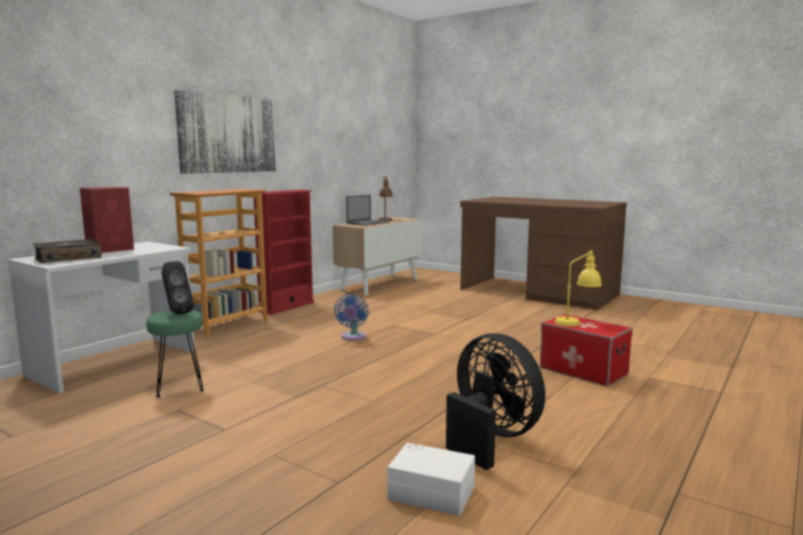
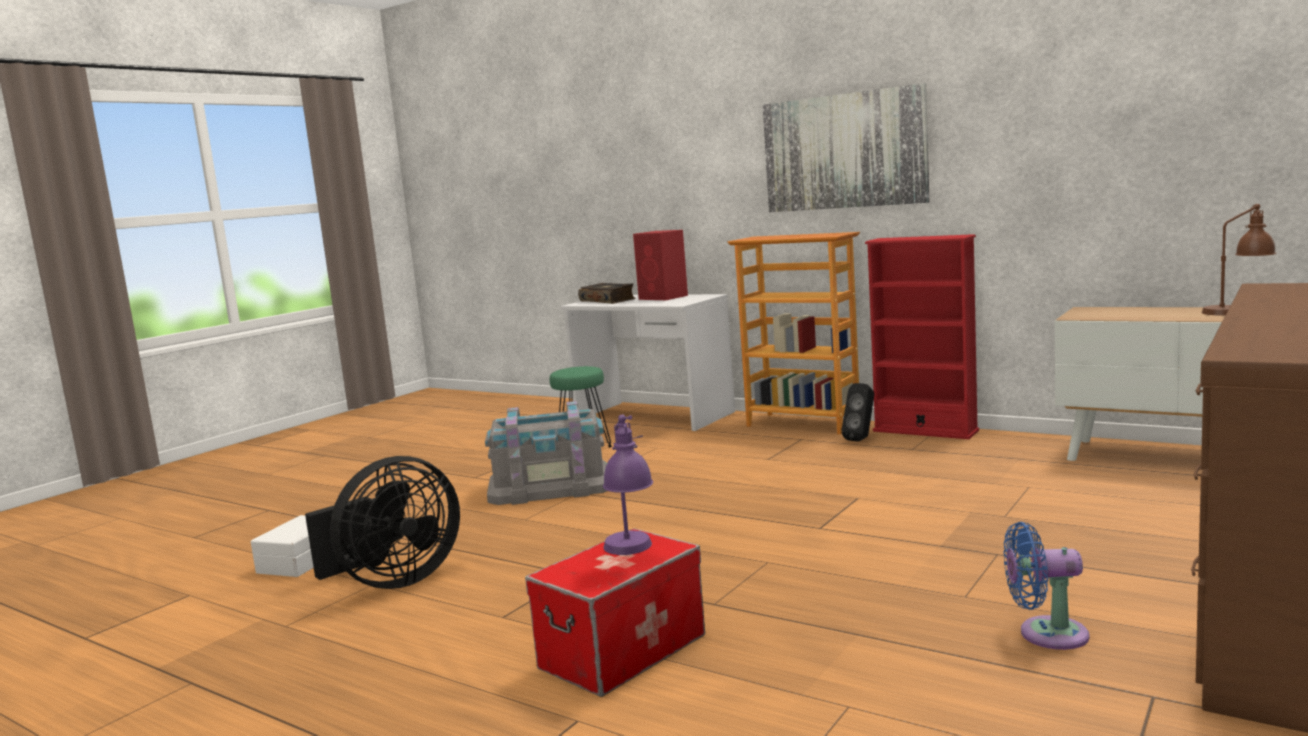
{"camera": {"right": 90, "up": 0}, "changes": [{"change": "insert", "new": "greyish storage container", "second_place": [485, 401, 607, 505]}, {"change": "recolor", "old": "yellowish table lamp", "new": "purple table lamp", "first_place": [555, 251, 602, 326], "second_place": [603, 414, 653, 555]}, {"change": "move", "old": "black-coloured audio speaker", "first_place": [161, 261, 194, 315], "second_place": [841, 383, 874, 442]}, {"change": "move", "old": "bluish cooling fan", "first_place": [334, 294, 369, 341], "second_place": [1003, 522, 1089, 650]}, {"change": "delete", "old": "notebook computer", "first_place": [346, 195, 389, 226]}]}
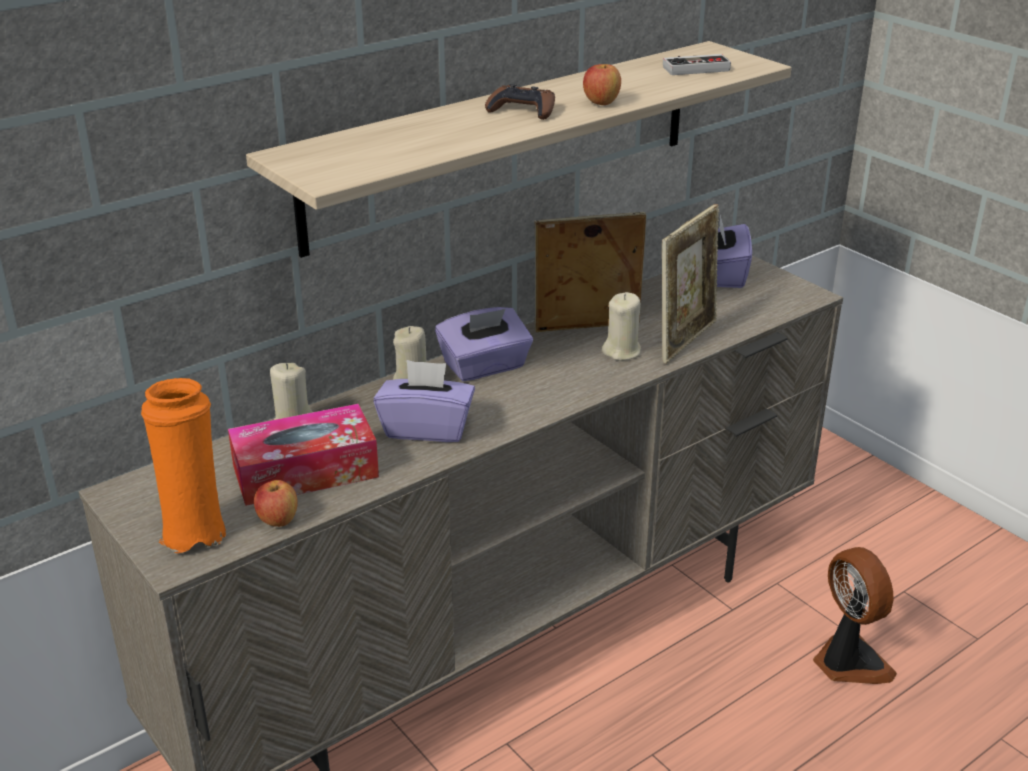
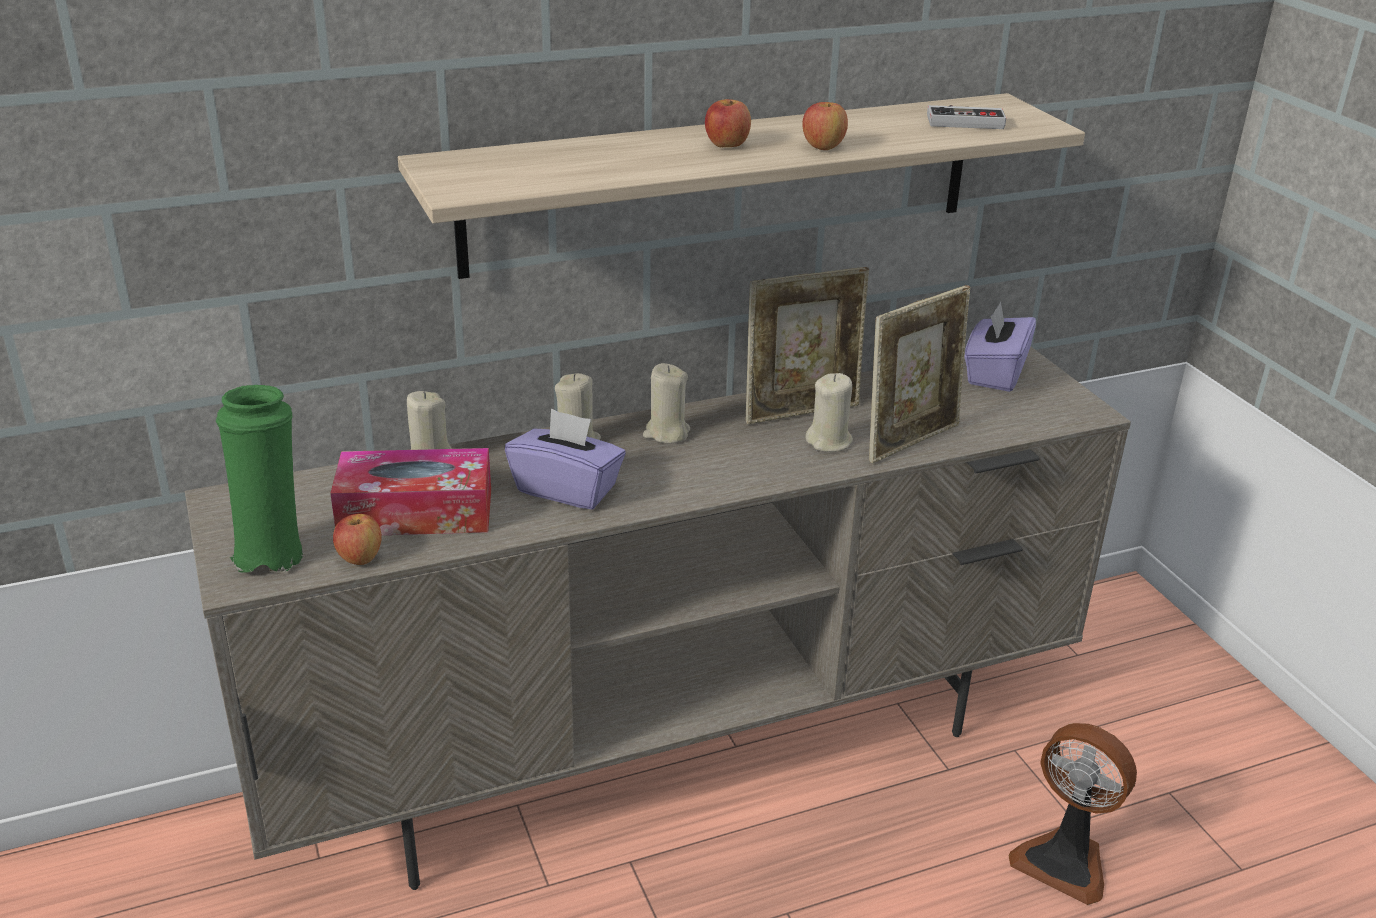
{"camera": {"right": 15, "up": 0}, "changes": [{"change": "recolor", "old": "orangey decorative vase", "new": "green decorative vase", "first_place": [141, 378, 226, 553], "second_place": [216, 385, 303, 573]}, {"change": "replace", "old": "purple tissue holder", "new": "beige wax candle", "first_place": [435, 307, 533, 382], "second_place": [643, 363, 690, 443]}, {"change": "replace", "old": "brown-coloured gamepad", "new": "apple fruit", "first_place": [485, 84, 555, 120], "second_place": [705, 99, 751, 147]}, {"change": "rotate", "old": "photo frame", "first_place": [535, 212, 646, 332], "second_place": [746, 267, 869, 424], "degrees": 150}, {"change": "rotate", "old": "cooling fan", "first_place": [813, 547, 897, 684], "second_place": [1009, 723, 1137, 905], "degrees": 135}]}
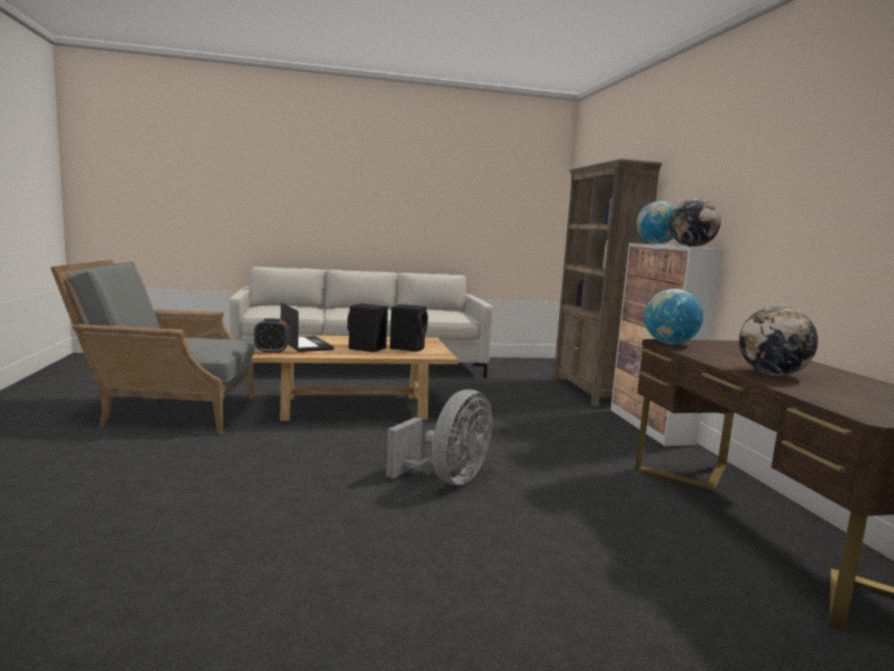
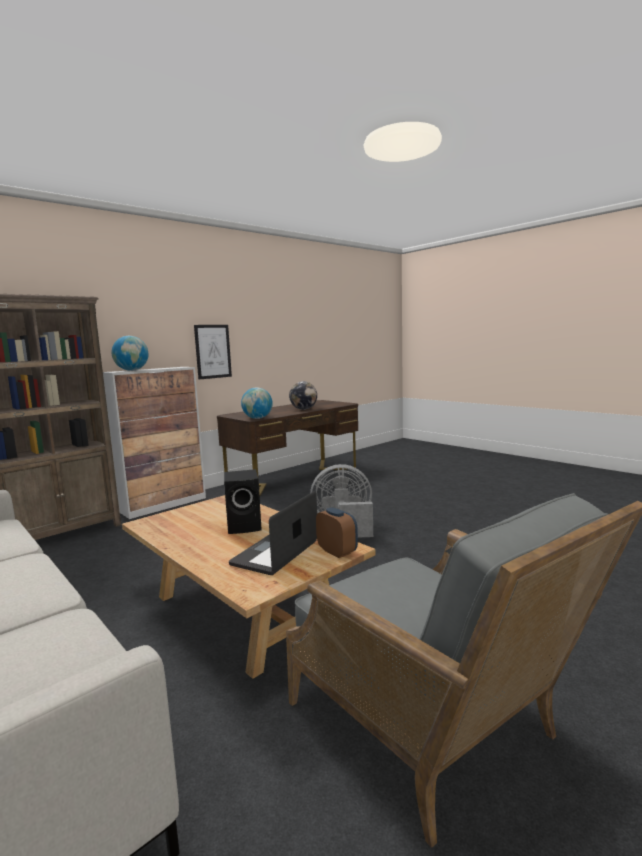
{"camera": {"right": -120, "up": 0}, "changes": [{"change": "insert", "new": "picture", "second_place": [194, 325, 232, 379]}, {"change": "delete", "old": "black-coloured audio speaker", "first_place": [390, 304, 428, 352]}, {"change": "delete", "old": "world globe", "first_place": [669, 199, 721, 247]}]}
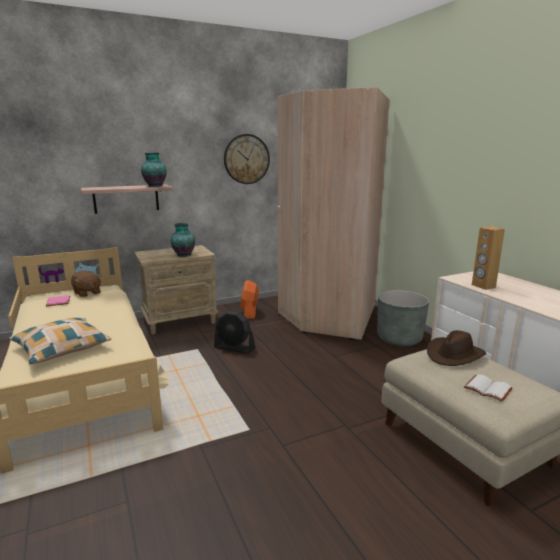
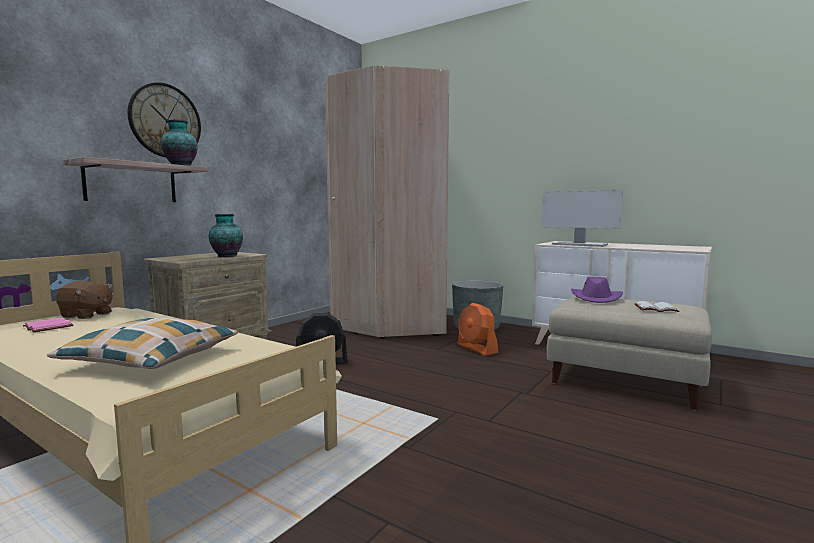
{"camera": {"right": -30, "up": -10}, "changes": [{"change": "move", "old": "clock on the wall", "first_place": [224, 134, 270, 184], "second_place": [128, 82, 201, 157]}, {"change": "move", "old": "orangey cooling fan", "first_place": [240, 280, 259, 319], "second_place": [457, 303, 498, 356]}, {"change": "replace", "old": "brown-coloured audio speaker", "new": "monitor", "first_place": [472, 226, 505, 290], "second_place": [541, 189, 623, 247]}, {"change": "recolor", "old": "brown-coloured clothing hat", "new": "purple clothing hat", "first_place": [427, 330, 486, 366], "second_place": [571, 277, 623, 303]}]}
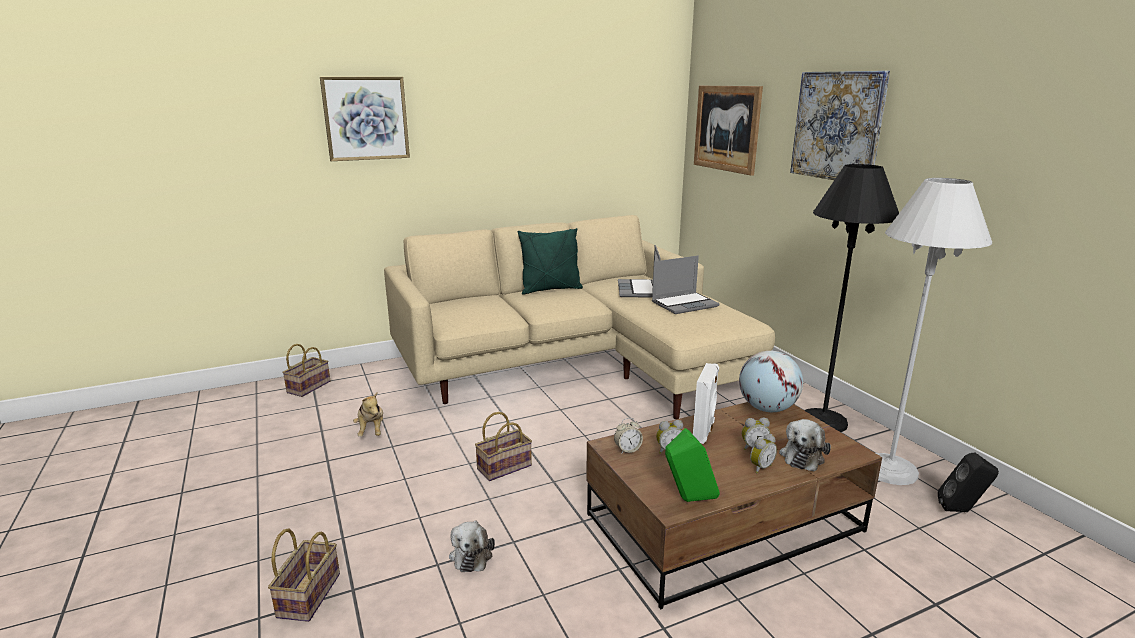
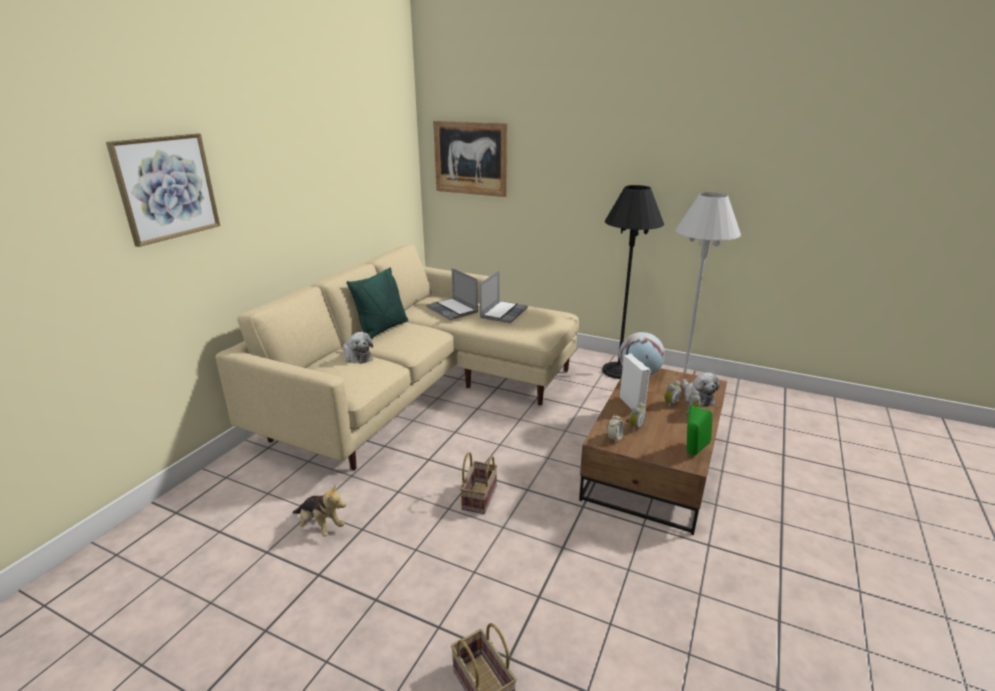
{"camera": {"right": -40, "up": 5}, "changes": [{"change": "move", "old": "cuddly toy", "first_place": [449, 520, 495, 572], "second_place": [343, 332, 373, 364]}, {"change": "delete", "old": "basket", "first_place": [282, 344, 331, 397]}, {"change": "delete", "old": "picture", "first_place": [790, 71, 890, 180]}, {"change": "delete", "old": "black-coloured audio speaker", "first_place": [938, 453, 999, 512]}]}
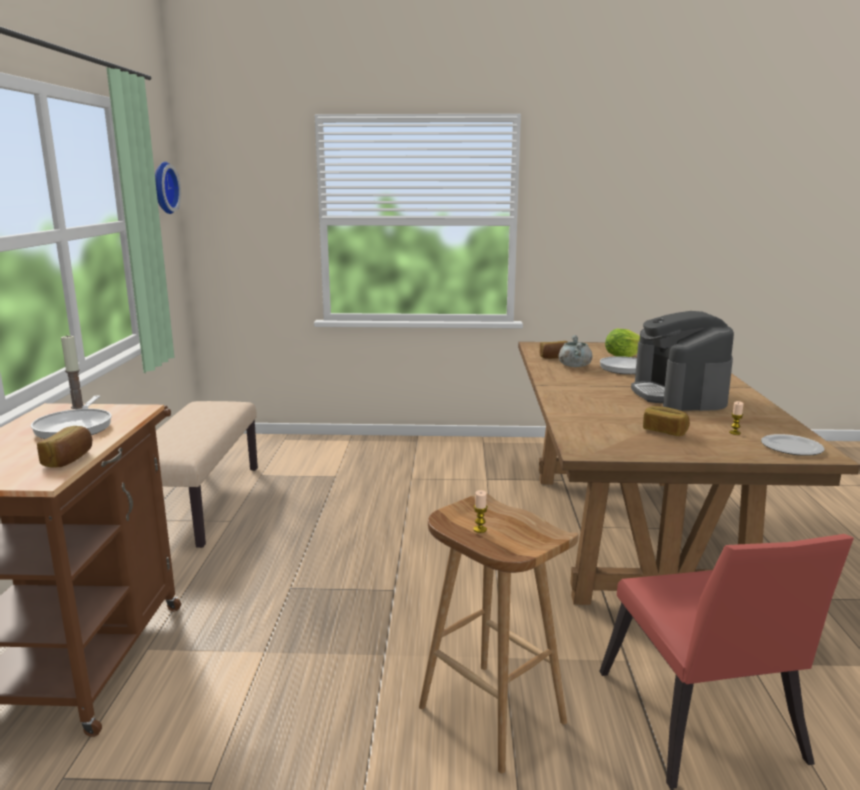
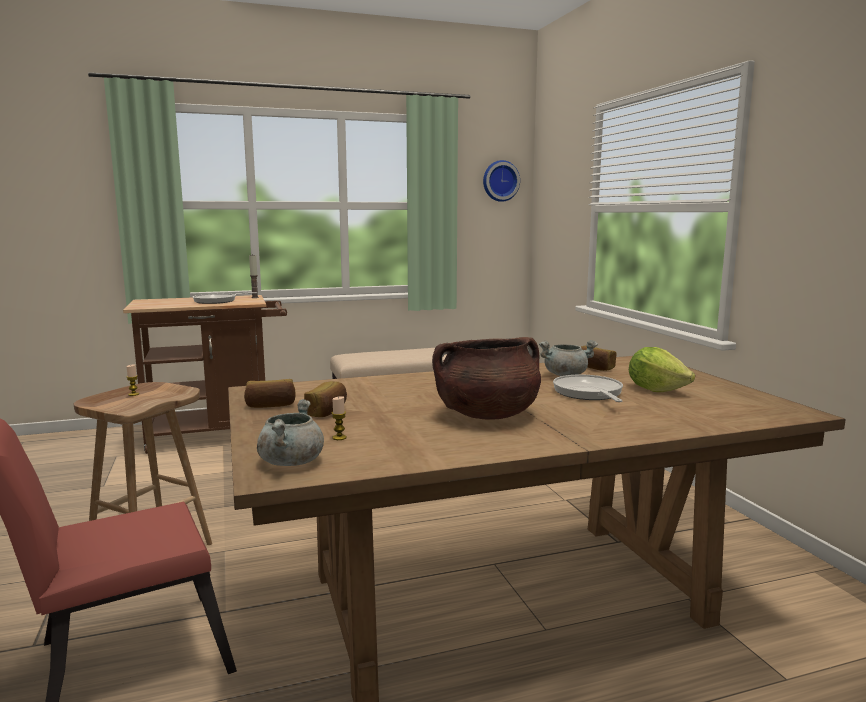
{"camera": {"right": 70, "up": -5}, "changes": [{"change": "move", "old": "bakery bread", "first_place": [37, 426, 92, 468], "second_place": [244, 379, 296, 408]}, {"change": "replace", "old": "plate", "new": "greyish saucepot", "first_place": [761, 434, 825, 456], "second_place": [257, 399, 324, 466]}, {"change": "replace", "old": "coffee maker", "new": "brown-coloured saucepot", "first_place": [631, 311, 734, 411], "second_place": [432, 337, 541, 420]}]}
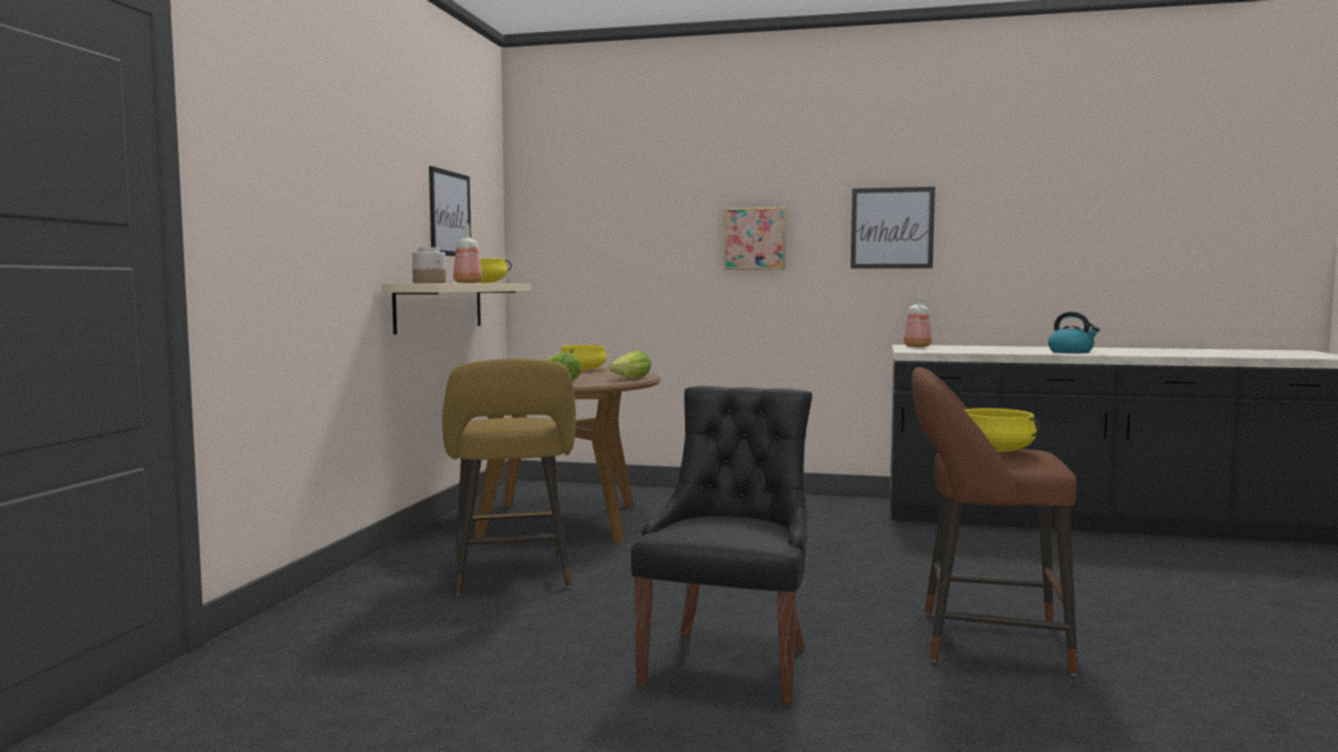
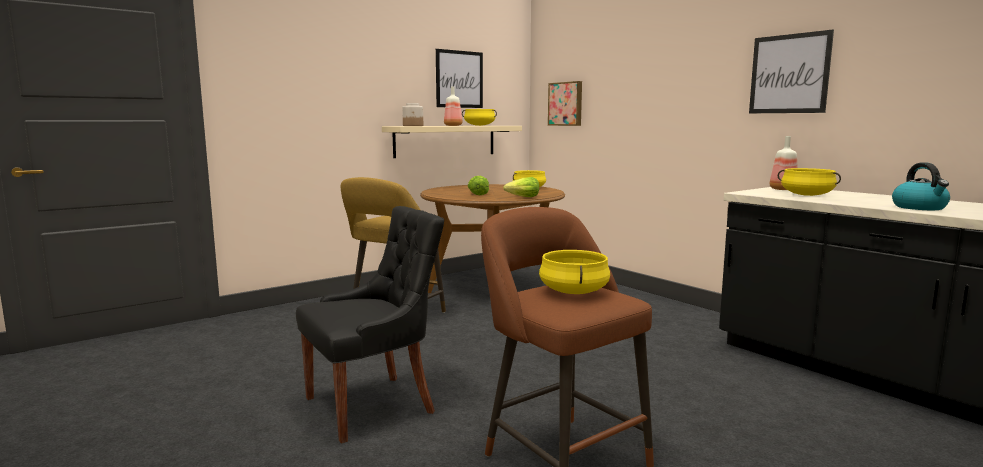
{"camera": {"right": 40, "up": 5}, "changes": [{"change": "move", "old": "picture", "first_place": [724, 207, 786, 270], "second_place": [548, 81, 582, 126]}, {"change": "insert", "new": "yellowish saucepot", "second_place": [778, 168, 841, 196]}]}
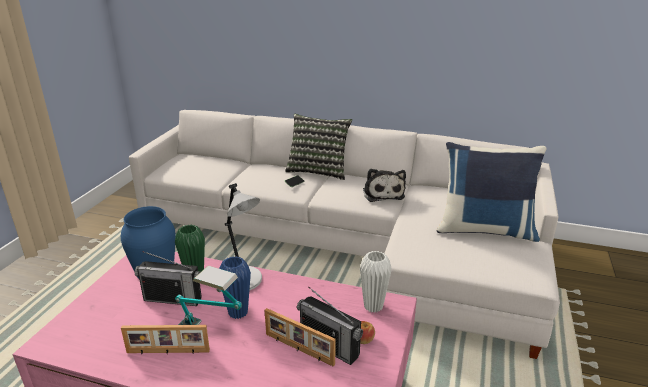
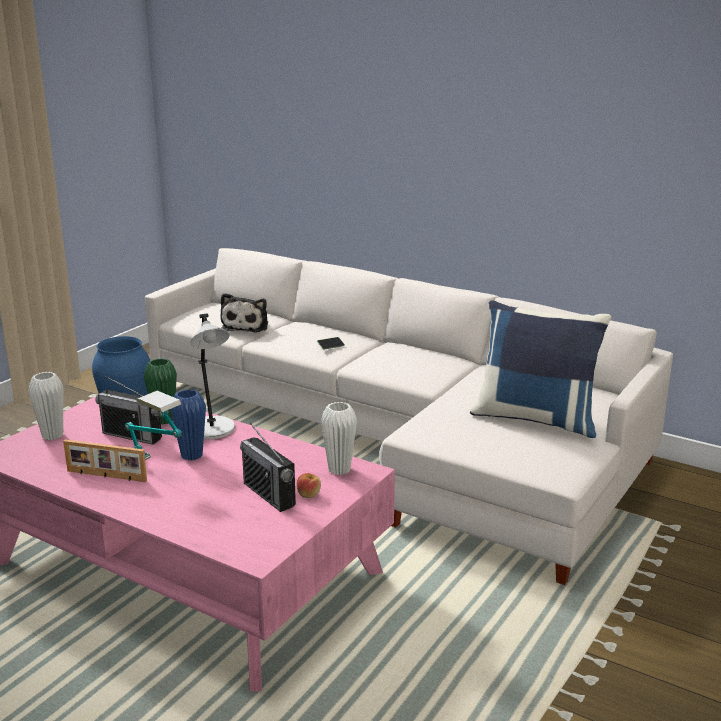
{"camera": {"right": 15, "up": -5}, "changes": [{"change": "insert", "new": "white-coloured decorative vase", "second_place": [29, 372, 64, 440]}, {"change": "move", "old": "cuddly toy", "first_place": [363, 169, 406, 202], "second_place": [221, 293, 268, 333]}, {"change": "delete", "old": "photo frame", "first_place": [265, 308, 336, 367]}, {"change": "delete", "old": "pillow", "first_place": [285, 114, 352, 180]}]}
